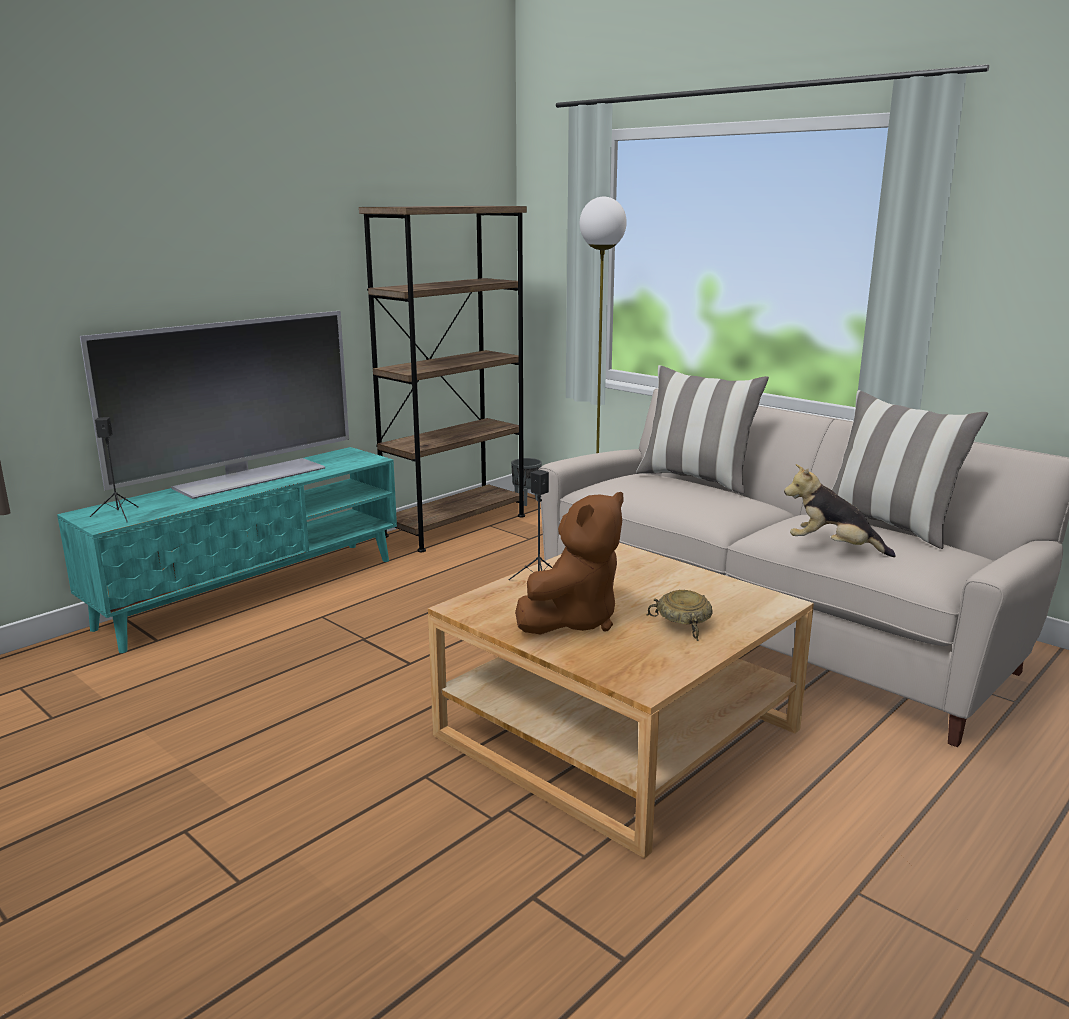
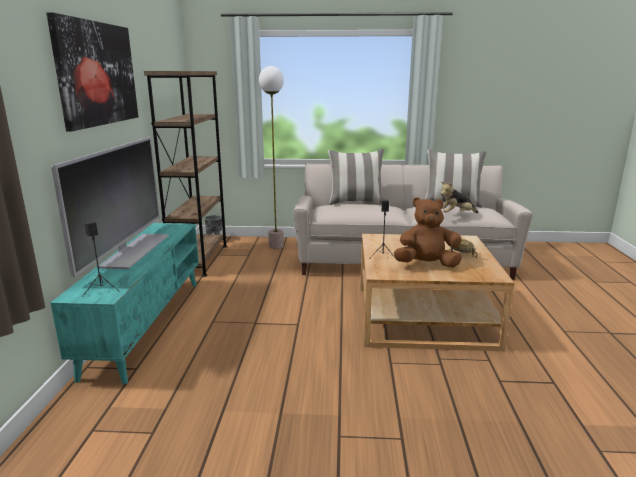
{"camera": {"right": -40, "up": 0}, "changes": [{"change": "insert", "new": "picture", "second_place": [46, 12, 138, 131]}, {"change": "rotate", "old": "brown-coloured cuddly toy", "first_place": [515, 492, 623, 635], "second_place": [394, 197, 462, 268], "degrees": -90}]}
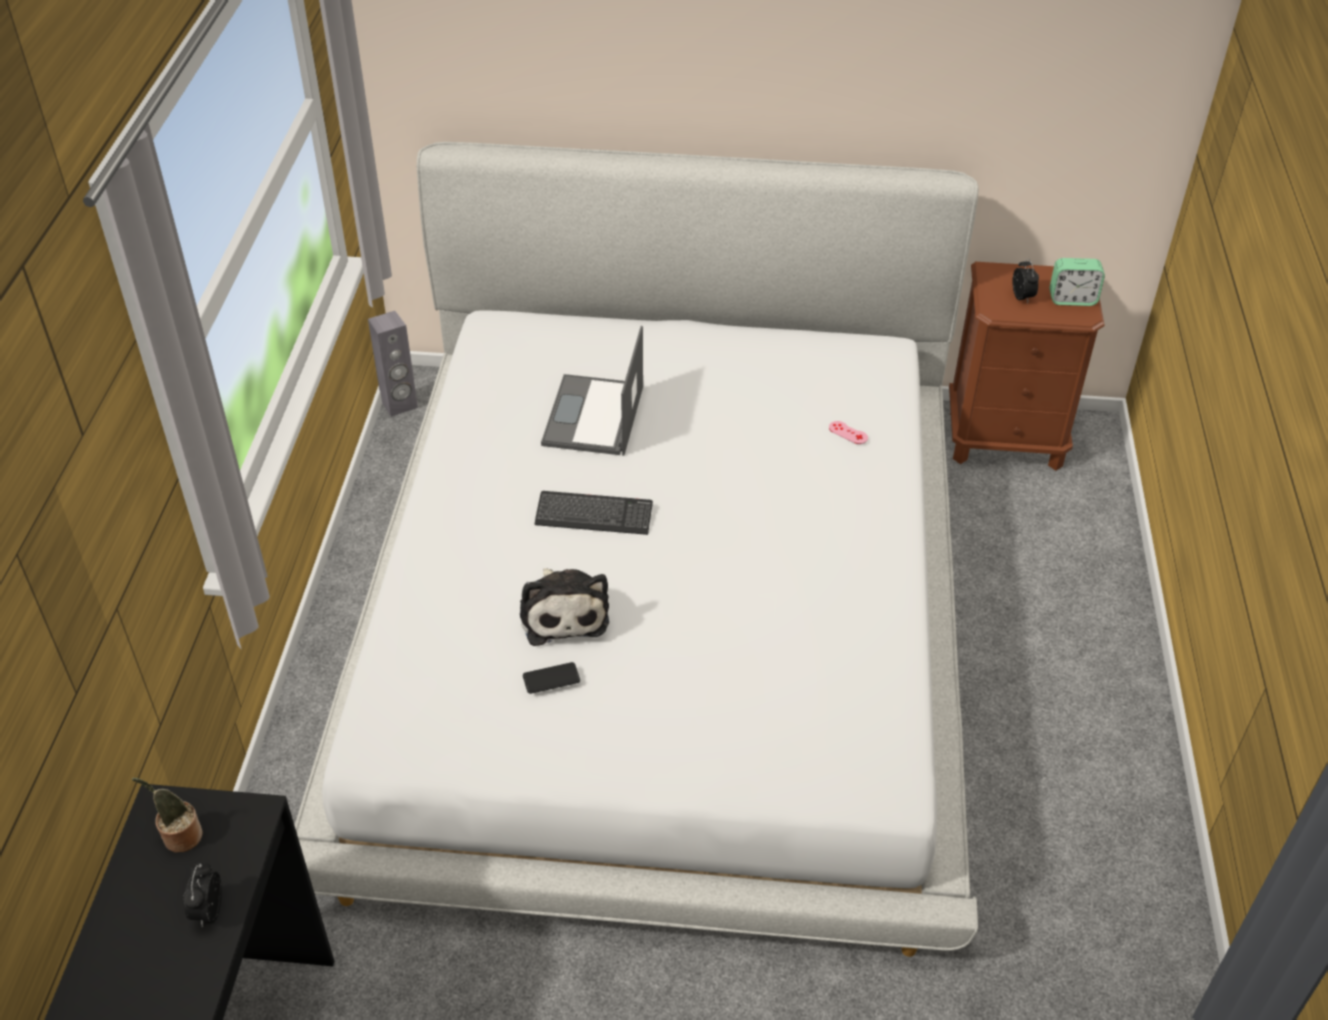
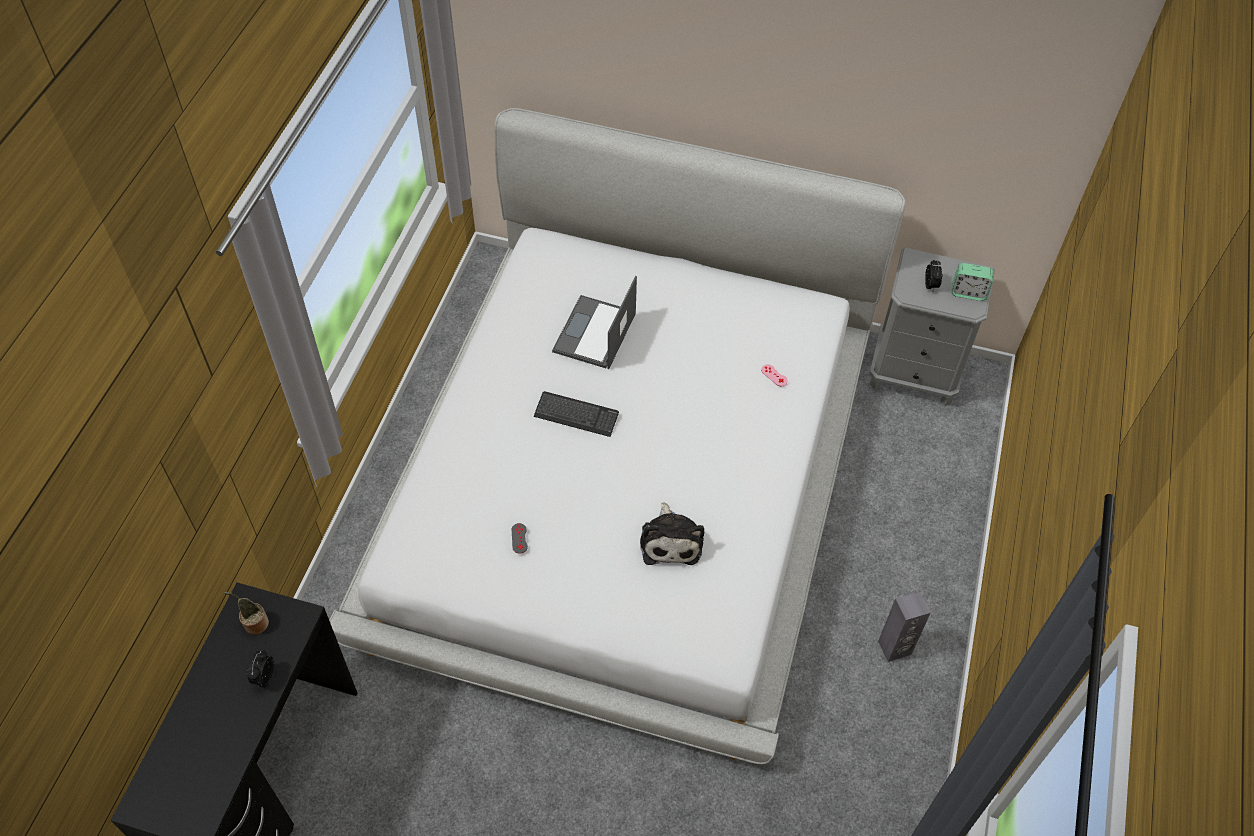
{"camera": {"right": 10, "up": 10}, "changes": [{"change": "replace", "old": "telephone", "new": "greyish gamepad", "first_place": [523, 662, 580, 694], "second_place": [512, 523, 528, 554]}, {"change": "move", "old": "cuddly toy", "first_place": [520, 568, 609, 646], "second_place": [640, 502, 704, 565]}, {"change": "recolor", "old": "brown-coloured nightstand", "new": "greyish nightstand", "first_place": [949, 262, 1104, 471], "second_place": [870, 248, 995, 406]}, {"change": "move", "old": "greyish audio speaker", "first_place": [368, 311, 418, 417], "second_place": [878, 592, 931, 662]}]}
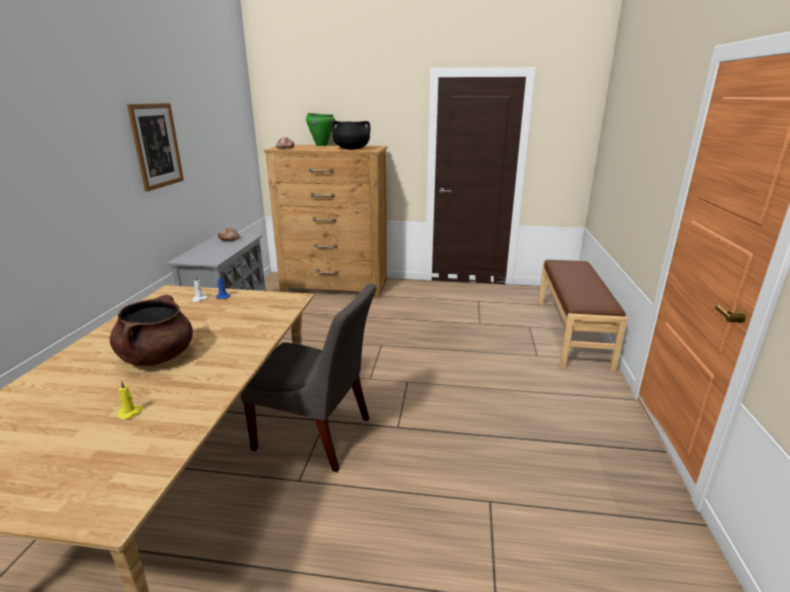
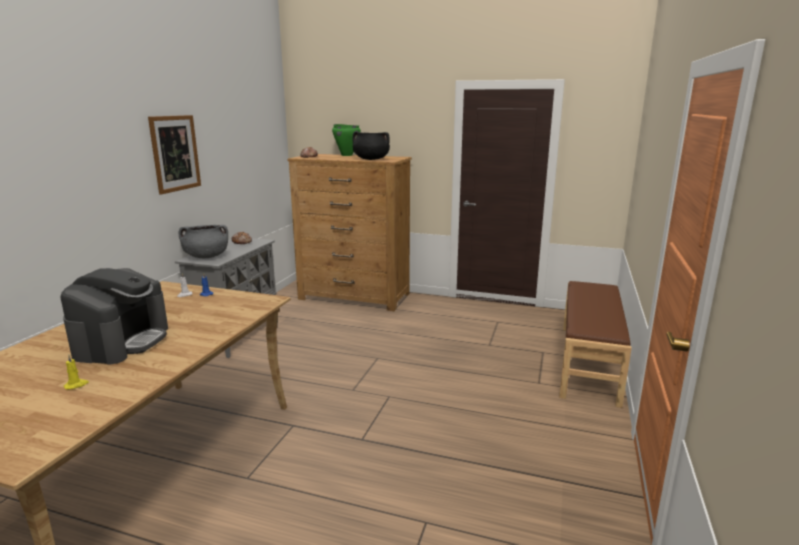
{"camera": {"right": 10, "up": -5}, "changes": [{"change": "replace", "old": "brown-coloured saucepot", "new": "coffee maker", "first_place": [110, 295, 193, 366], "second_place": [60, 268, 168, 364]}, {"change": "insert", "new": "greyish saucepot", "second_place": [179, 225, 228, 258]}, {"change": "delete", "old": "greyish upright chair", "first_place": [241, 283, 376, 472]}]}
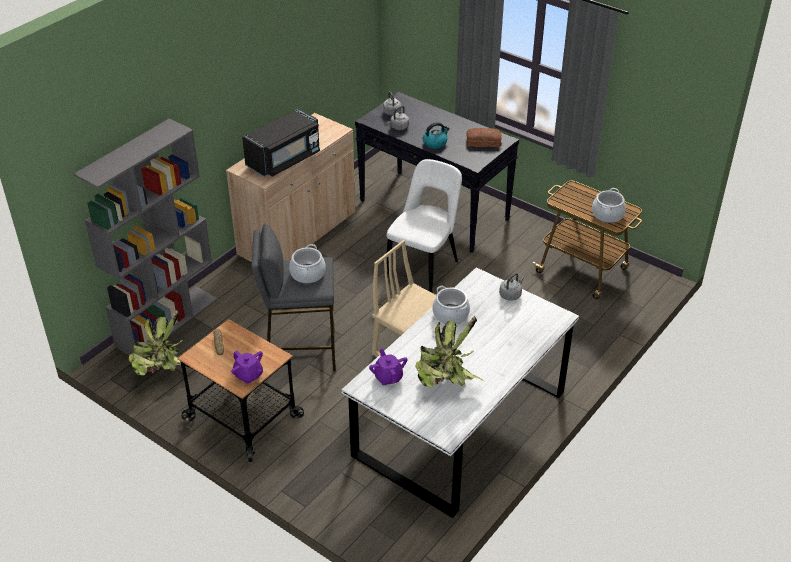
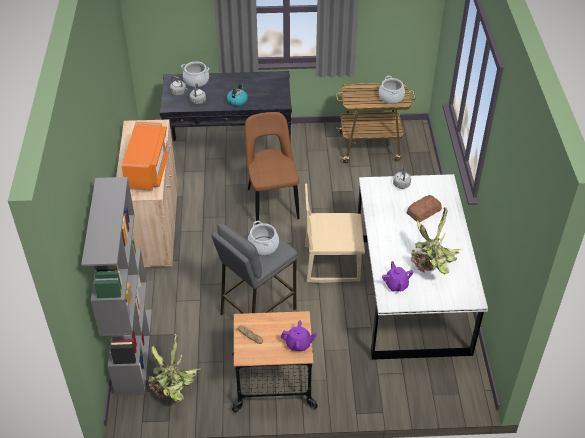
{"camera": {"right": -40, "up": 5}, "changes": [{"change": "recolor", "old": "black-coloured microwave oven", "new": "orangey microwave oven", "first_place": [242, 108, 320, 177], "second_place": [122, 122, 170, 191]}, {"change": "move", "old": "saucepot", "first_place": [433, 286, 470, 325], "second_place": [181, 61, 209, 87]}, {"change": "recolor", "old": "white-coloured upright chair", "new": "brown-coloured upright chair", "first_place": [386, 159, 462, 293], "second_place": [244, 112, 299, 225]}, {"change": "rotate", "old": "purple tea pot", "first_place": [369, 348, 408, 385], "second_place": [382, 261, 413, 292], "degrees": 45}, {"change": "move", "old": "bakery bread", "first_place": [467, 128, 502, 147], "second_place": [407, 195, 442, 222]}]}
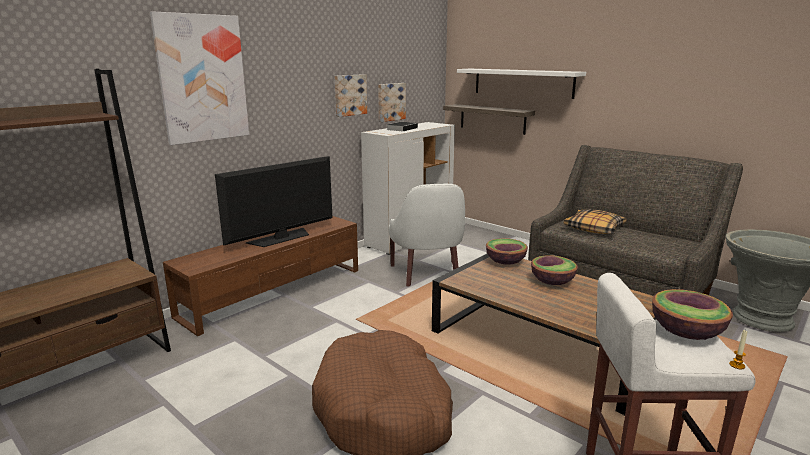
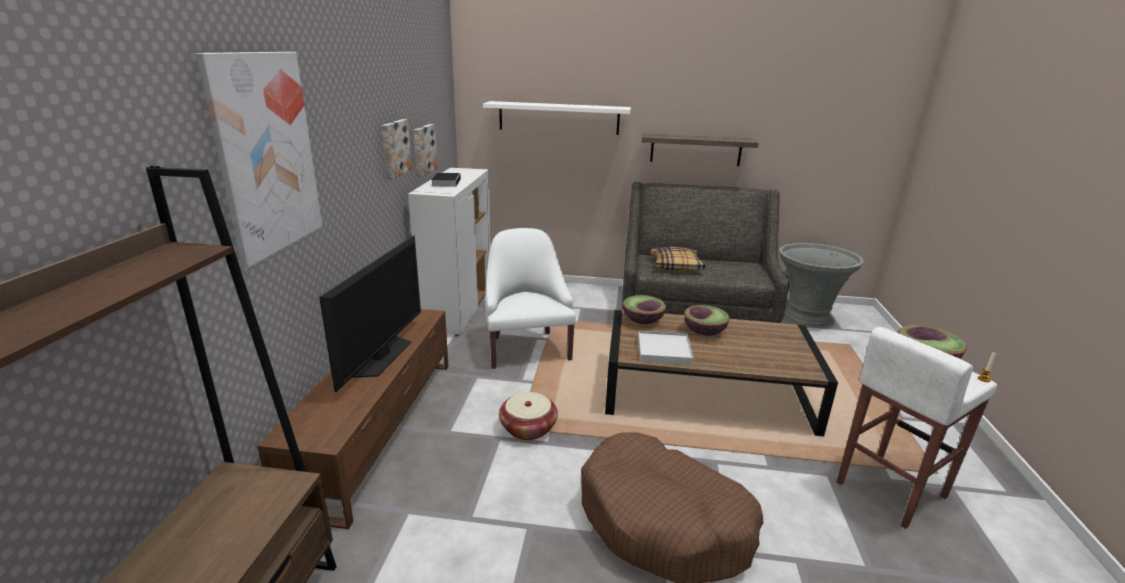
{"camera": {"right": -35, "up": 5}, "changes": [{"change": "rotate", "old": "white-coloured armchair", "first_place": [389, 184, 465, 287], "second_place": [485, 228, 576, 369], "degrees": -150}, {"change": "insert", "new": "basket", "second_place": [499, 392, 558, 440]}, {"change": "insert", "new": "white-coloured carrying tray", "second_place": [638, 331, 693, 365]}, {"change": "move", "old": "bracket shelf", "first_place": [443, 104, 535, 135], "second_place": [642, 133, 759, 166]}]}
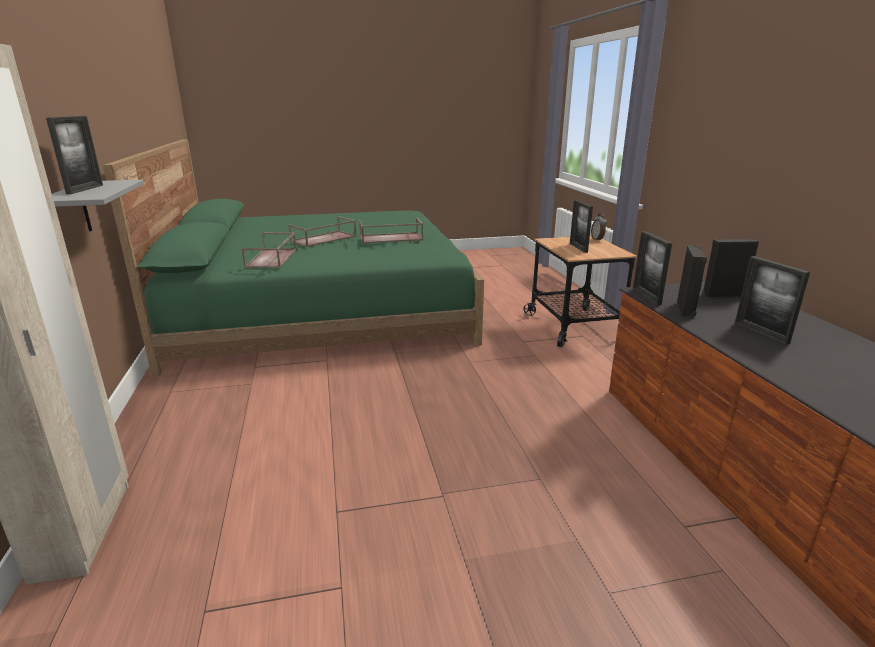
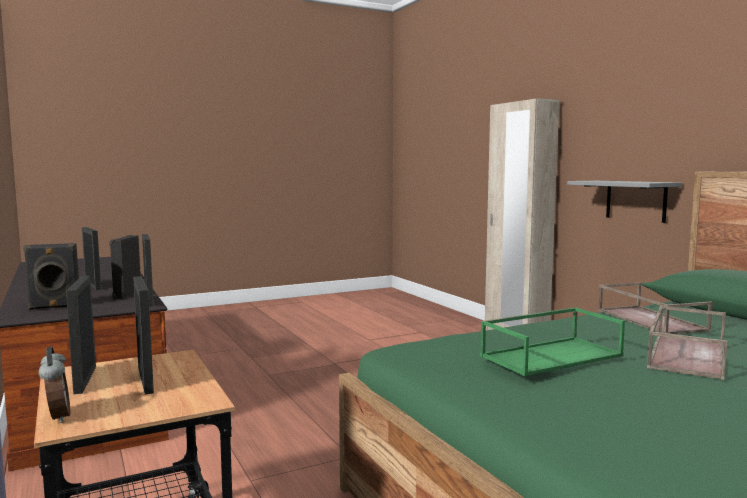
{"camera": {"right": 165, "up": -15}, "changes": [{"change": "move", "old": "photo frame", "first_place": [46, 116, 103, 194], "second_place": [66, 276, 96, 394]}, {"change": "recolor", "old": "brown-coloured carrying tray", "new": "green carrying tray", "first_place": [359, 217, 423, 244], "second_place": [480, 307, 625, 376]}]}
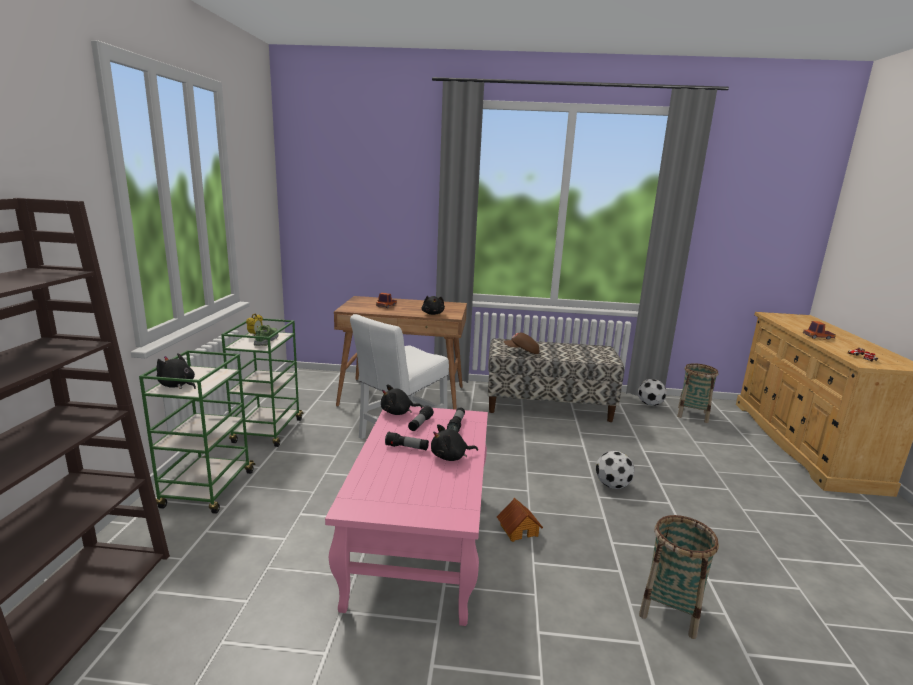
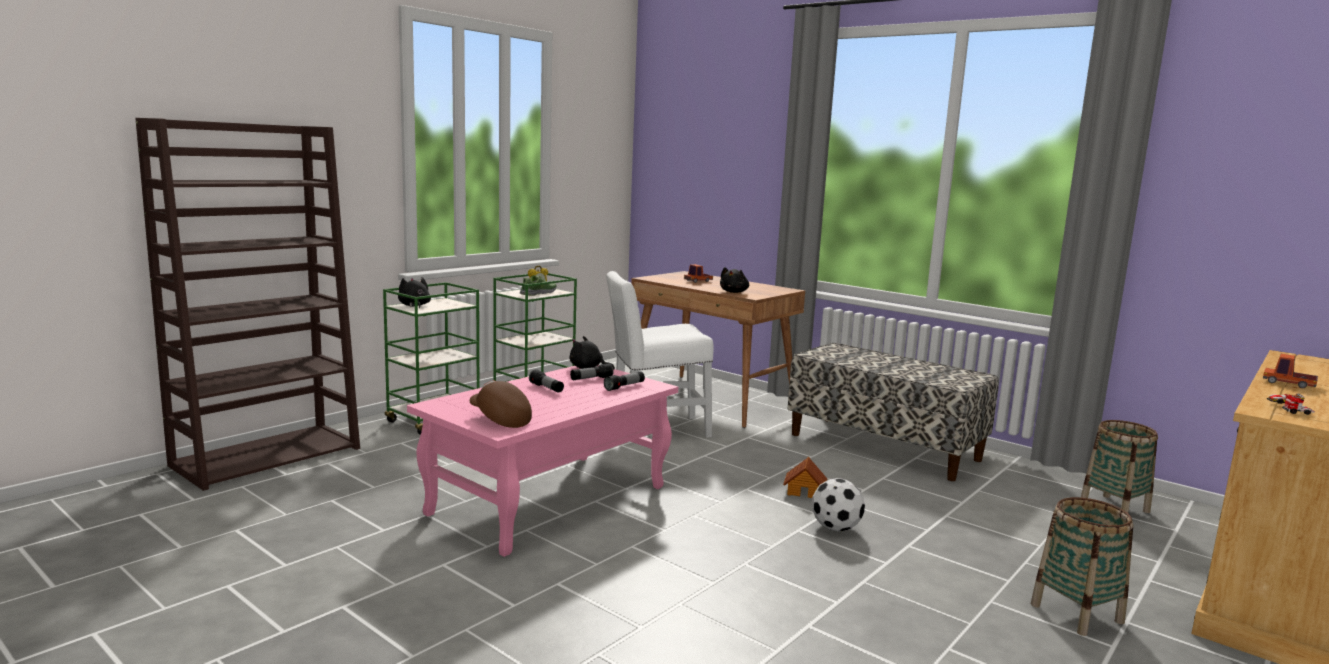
{"camera": {"right": 35, "up": -5}, "changes": [{"change": "move", "old": "brown-coloured peaked cap", "first_place": [504, 333, 539, 354], "second_place": [470, 380, 532, 428]}, {"change": "move", "old": "miniature house", "first_place": [497, 498, 543, 542], "second_place": [783, 457, 827, 498]}, {"change": "move", "old": "basket", "first_place": [639, 515, 719, 639], "second_place": [1031, 497, 1133, 636]}, {"change": "delete", "old": "black-coloured cuddly toy", "first_place": [431, 424, 478, 461]}, {"change": "delete", "old": "football", "first_place": [638, 379, 667, 406]}]}
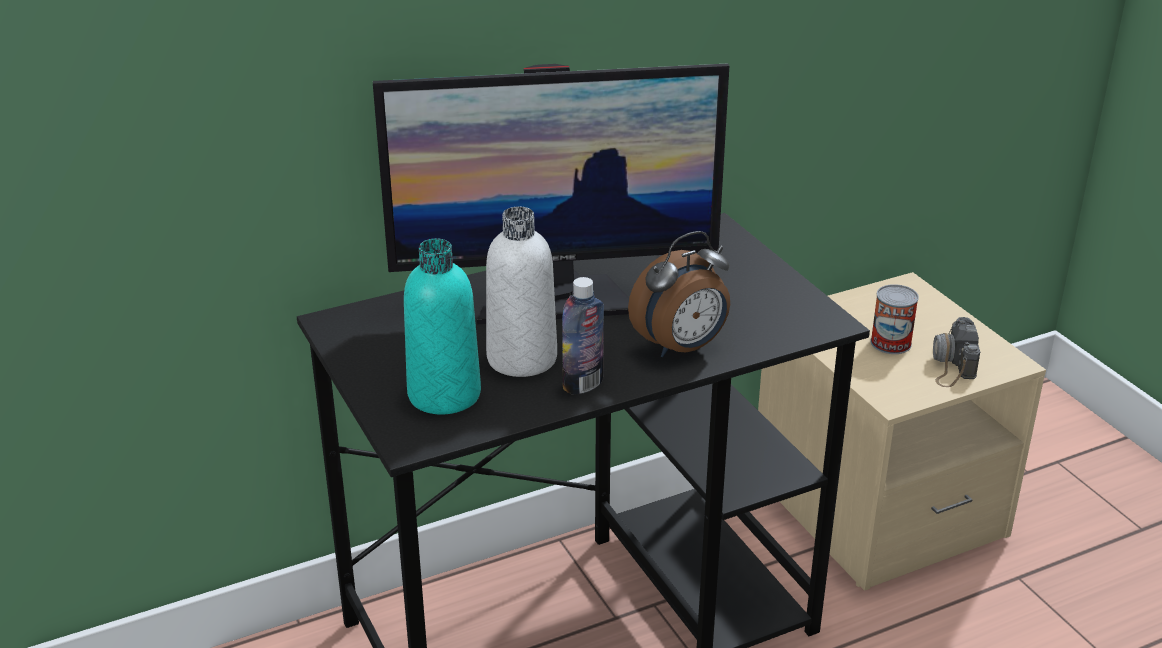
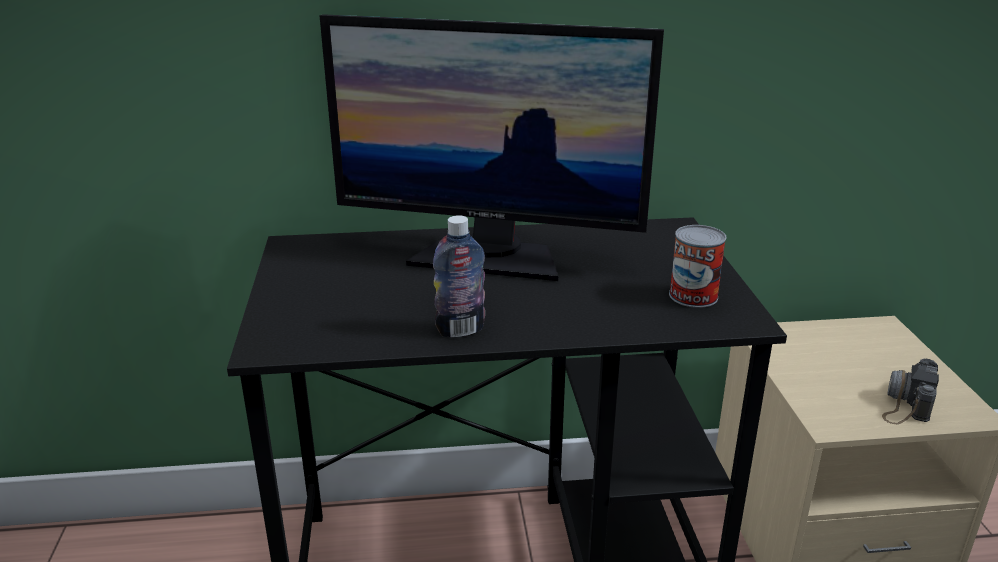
{"camera": {"right": 20, "up": -5}, "changes": [{"change": "move", "old": "metal can", "first_place": [870, 284, 919, 354], "second_place": [669, 225, 726, 308]}, {"change": "delete", "old": "blue-green bottle", "first_place": [404, 238, 481, 414]}, {"change": "delete", "old": "white-coloured bottle", "first_place": [486, 206, 557, 377]}, {"change": "delete", "old": "alarm clock", "first_place": [628, 231, 730, 357]}]}
